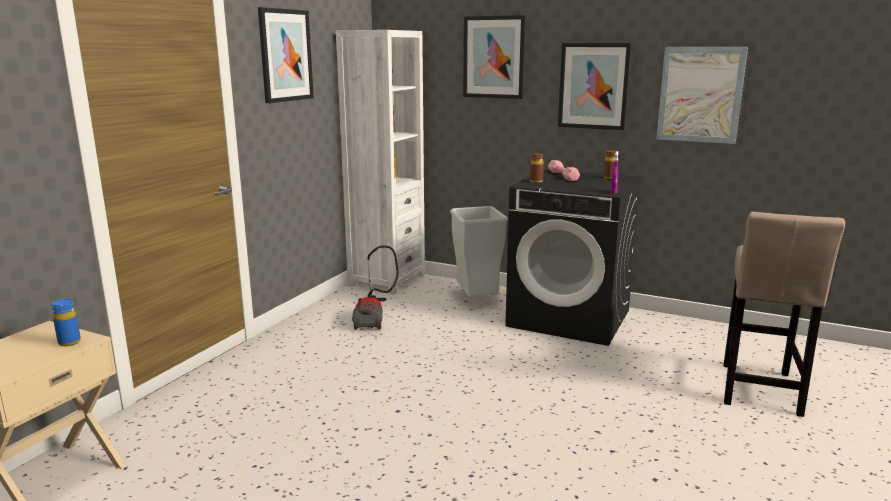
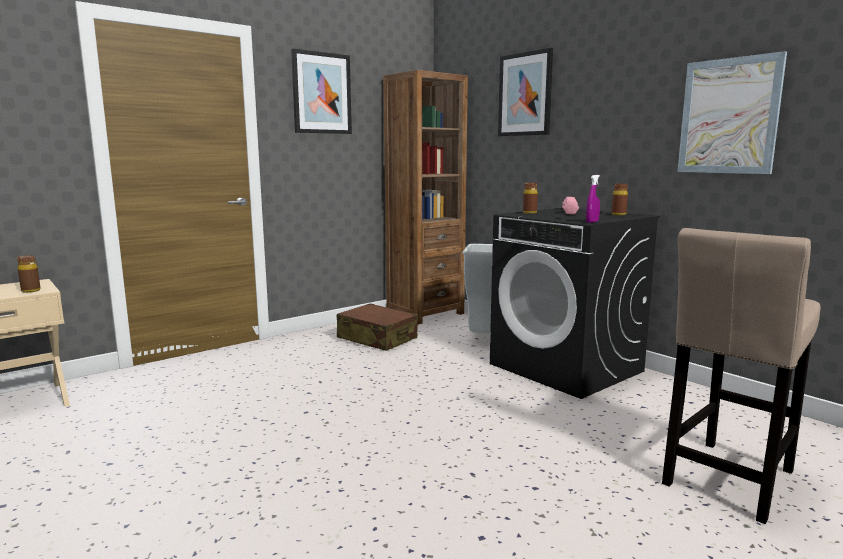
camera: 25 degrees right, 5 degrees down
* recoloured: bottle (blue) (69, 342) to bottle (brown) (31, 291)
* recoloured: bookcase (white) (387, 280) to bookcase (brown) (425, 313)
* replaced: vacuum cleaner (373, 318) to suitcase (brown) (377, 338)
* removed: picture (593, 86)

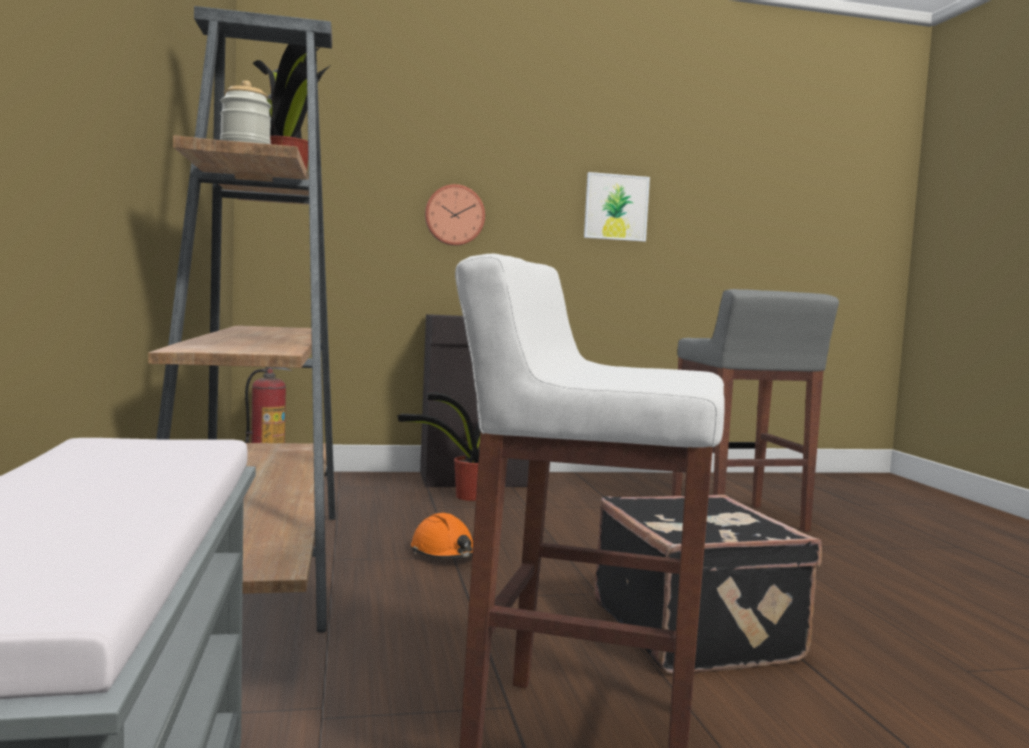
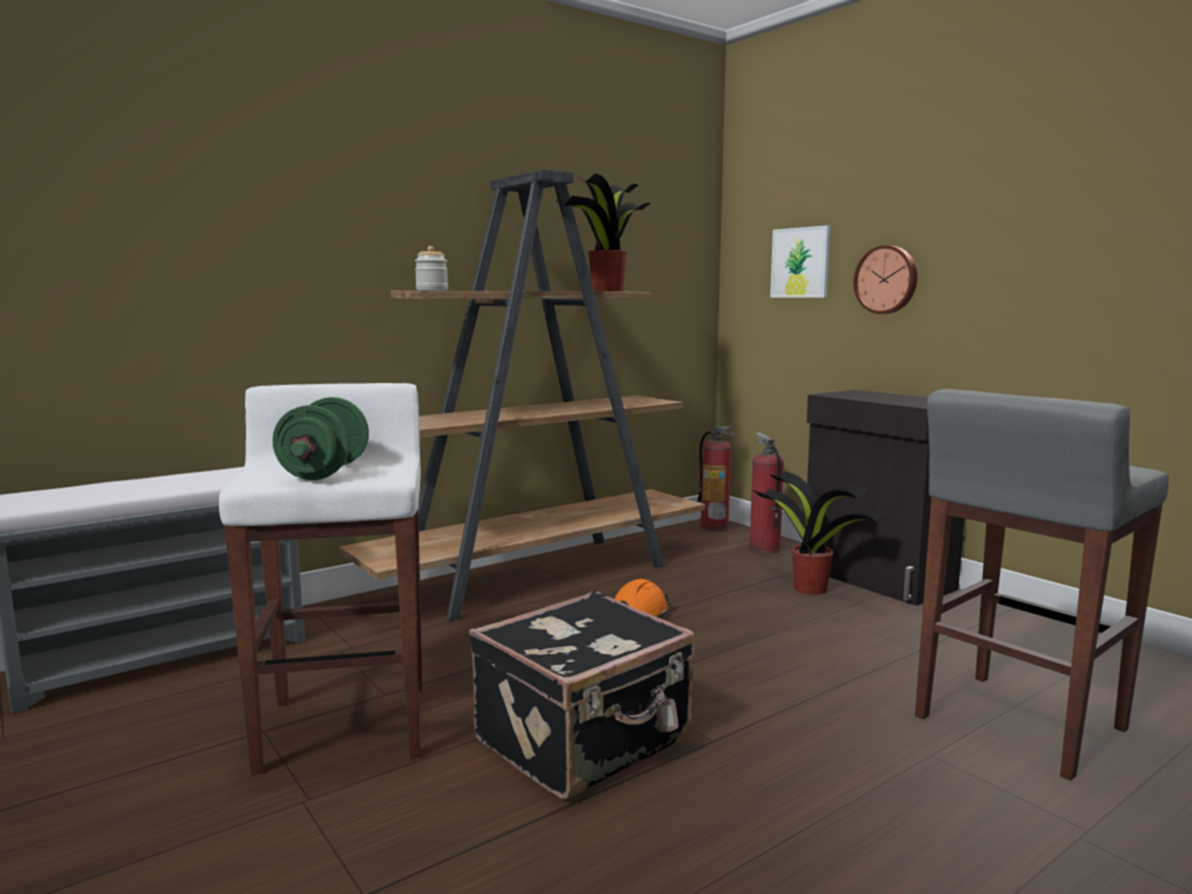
camera: 65 degrees right, 5 degrees up
* moved: picture (616, 207) to (800, 262)
* added: dumbbell (green) (324, 472)
* added: fire extinguisher (764, 548)

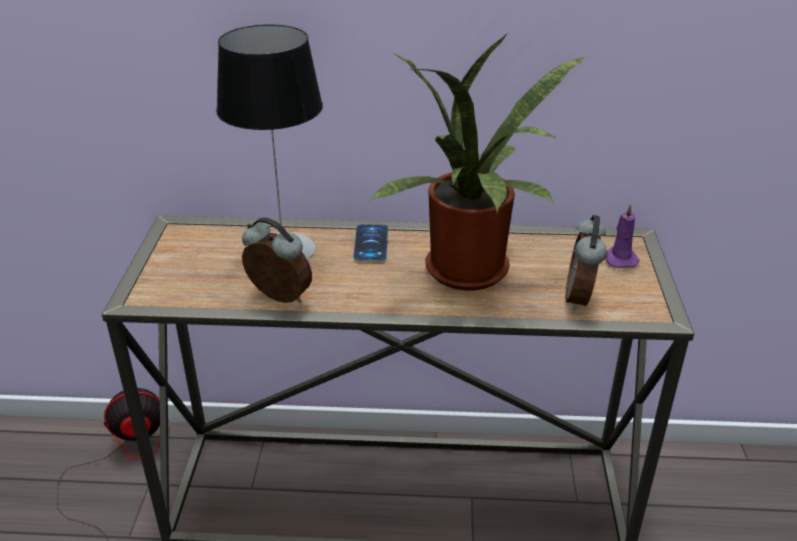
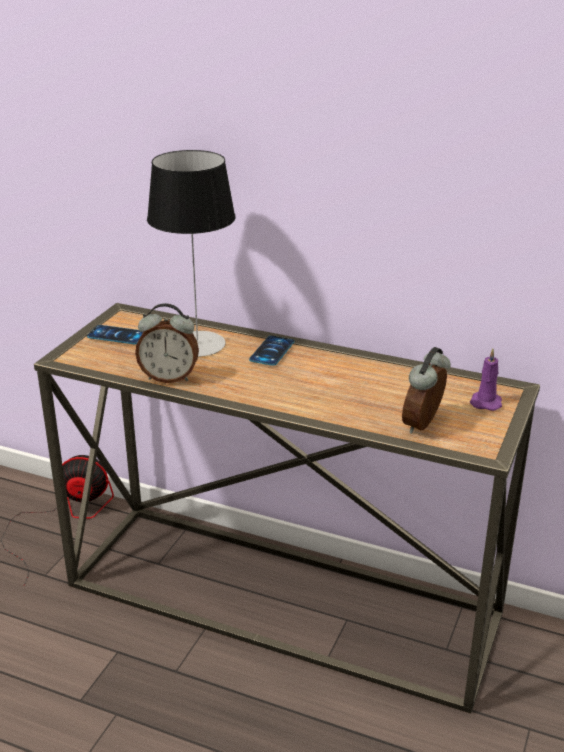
camera: 20 degrees right, 5 degrees down
* turned: alarm clock (278, 299) = (169, 377) 135 degrees clockwise
* removed: potted plant (471, 275)
* added: phone (117, 335)

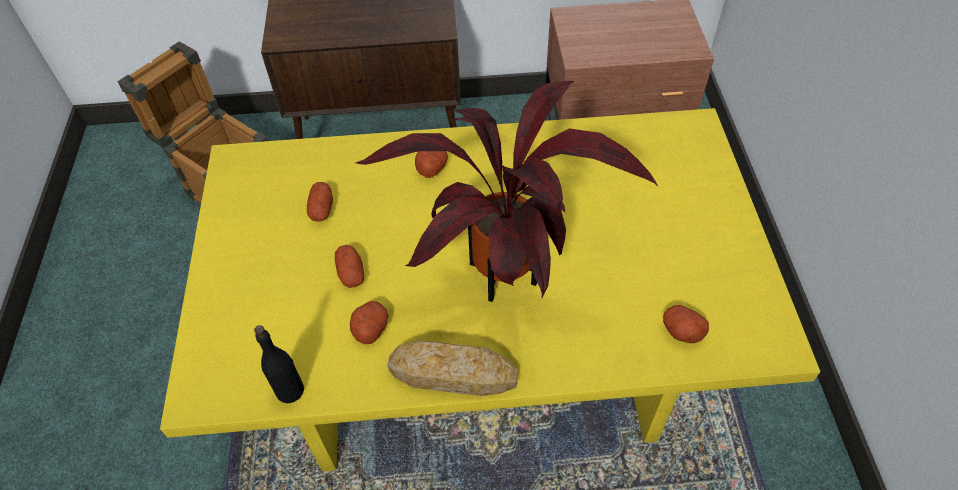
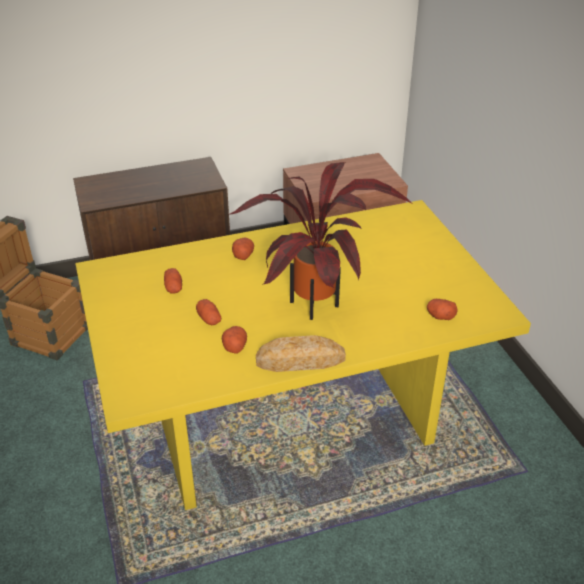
camera: 15 degrees left, 15 degrees down
* removed: bottle (black) (290, 390)

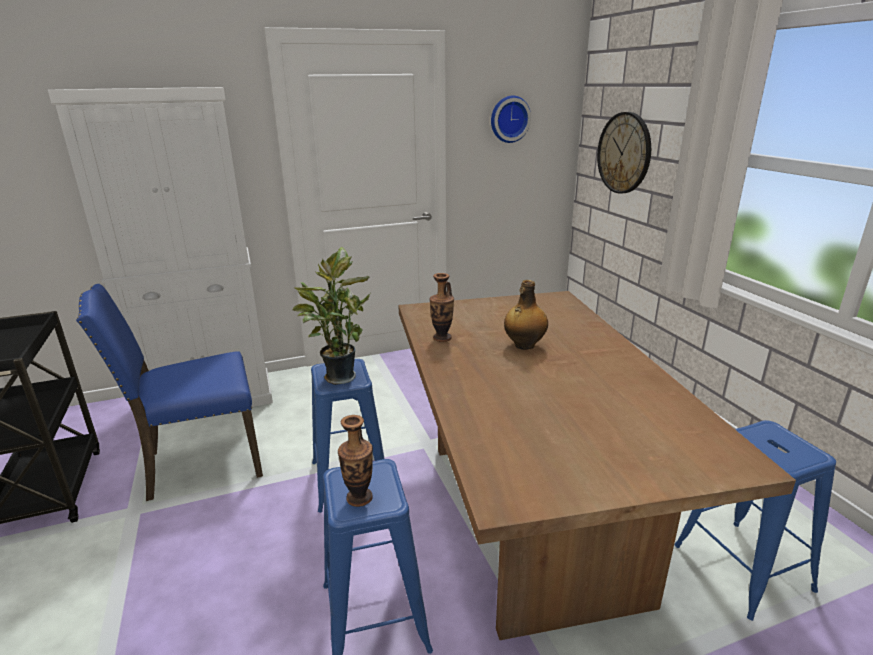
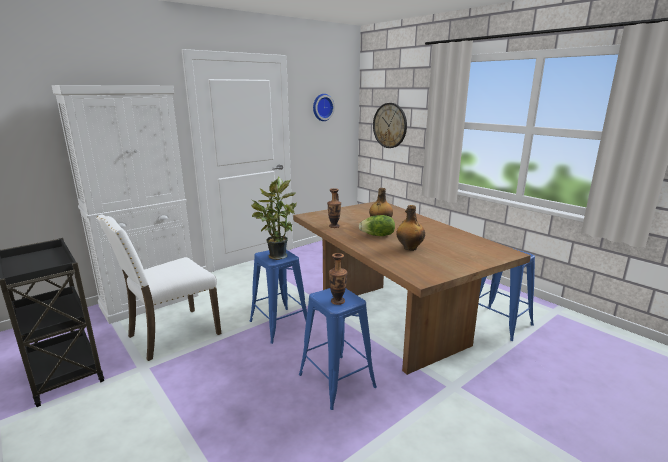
camera: 20 degrees left, 5 degrees down
* recoloured: chair (blue) (201, 462) to chair (white) (171, 334)
* added: lettuce (378, 235)
* added: bottle (409, 248)

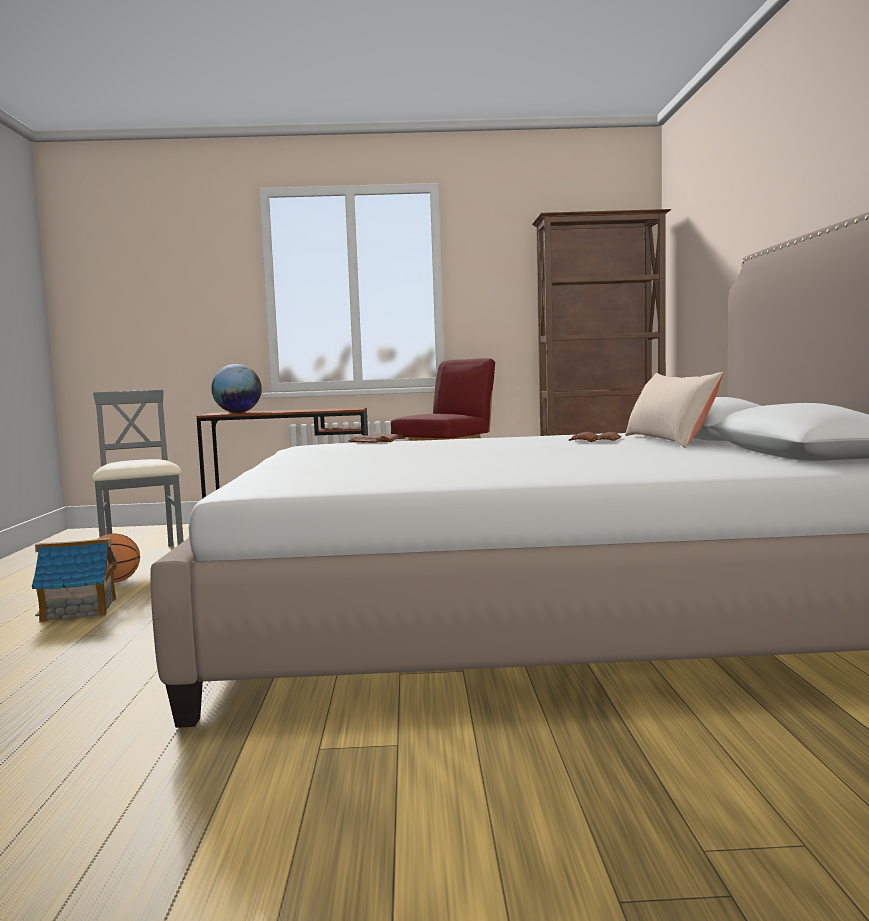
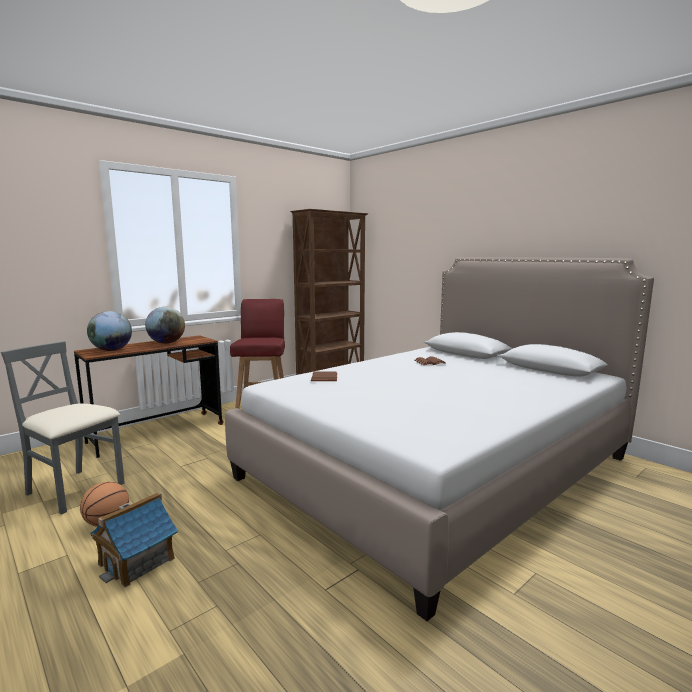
camera: 40 degrees left, 5 degrees up
* removed: pillow (beige) (669, 440)
* added: globe (166, 343)

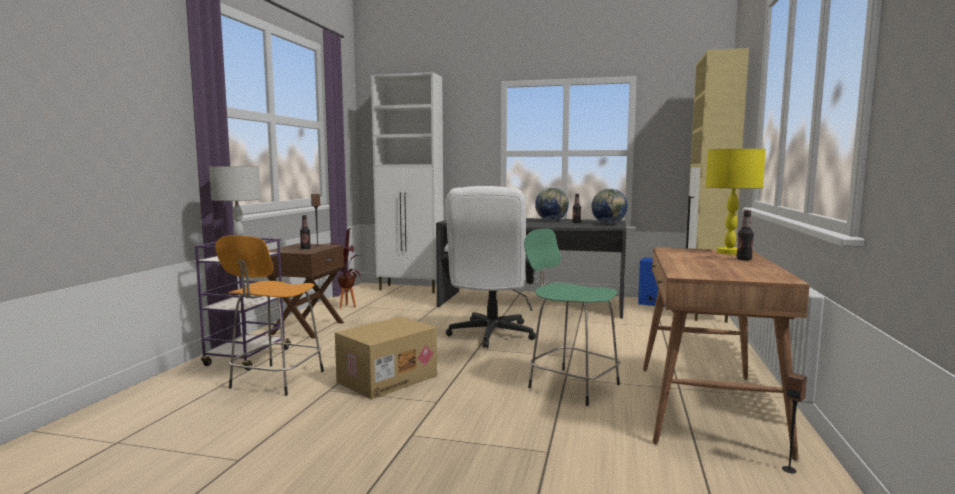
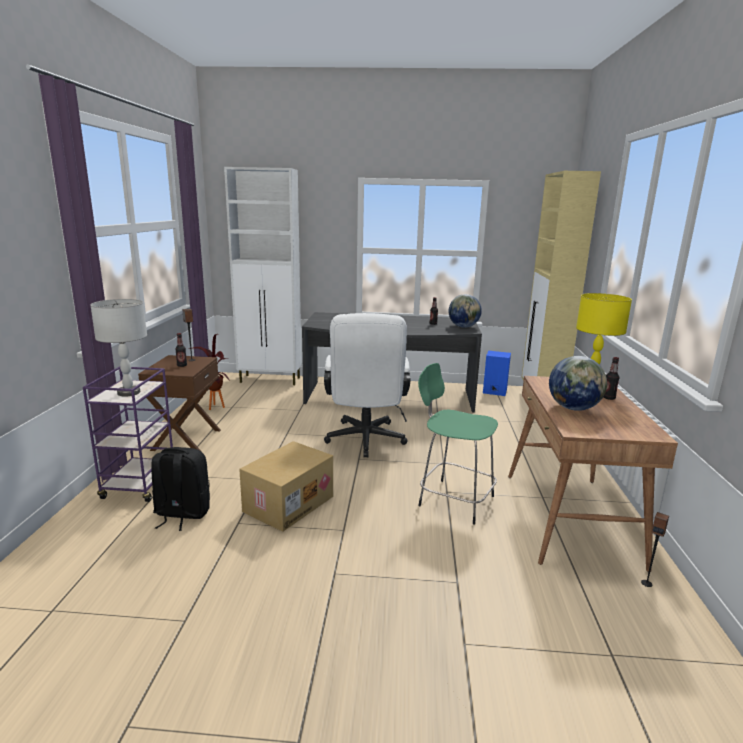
camera: 10 degrees left, 10 degrees up
* replaced: stool (orange) (275, 381) to backpack (black) (181, 514)
* moved: globe (551, 221) to (573, 408)

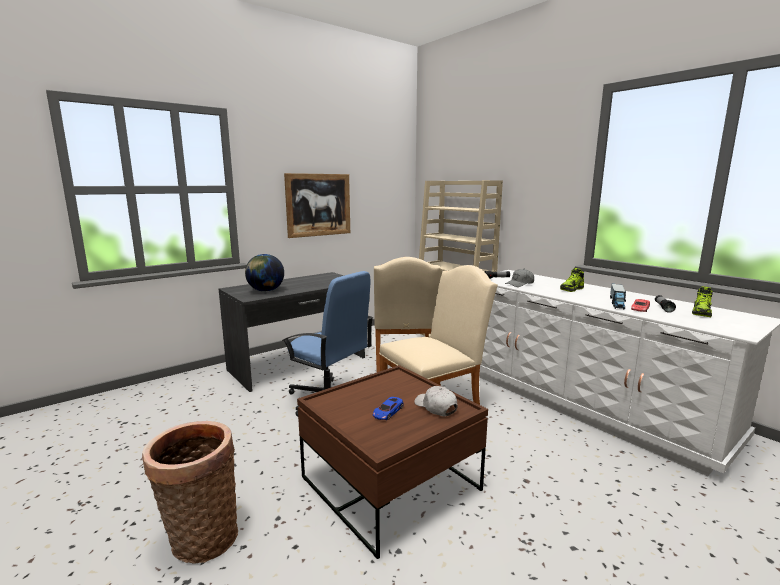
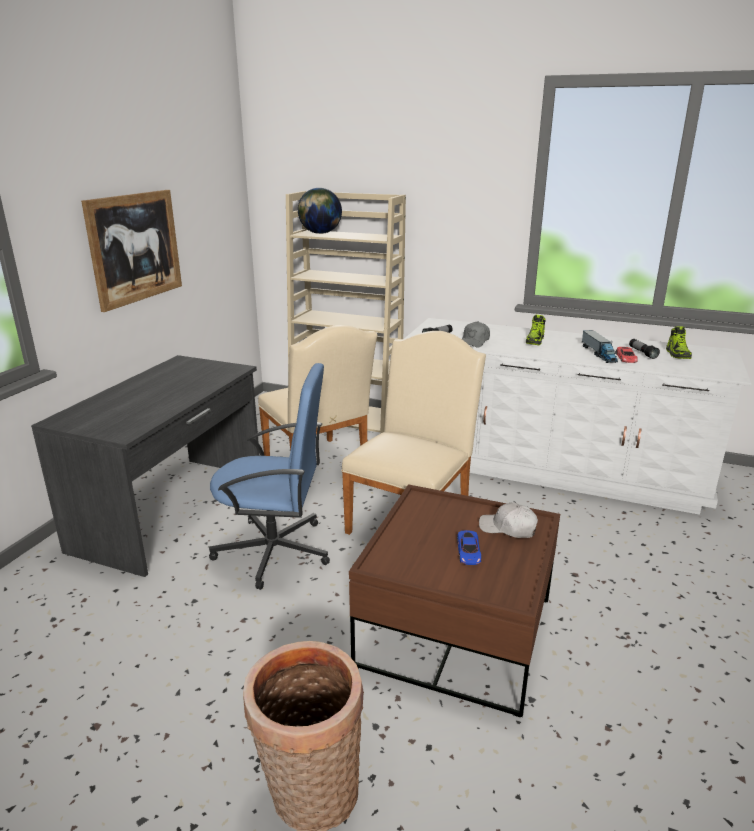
camera: 30 degrees left, 10 degrees up
* moved: globe (265, 291) to (320, 233)

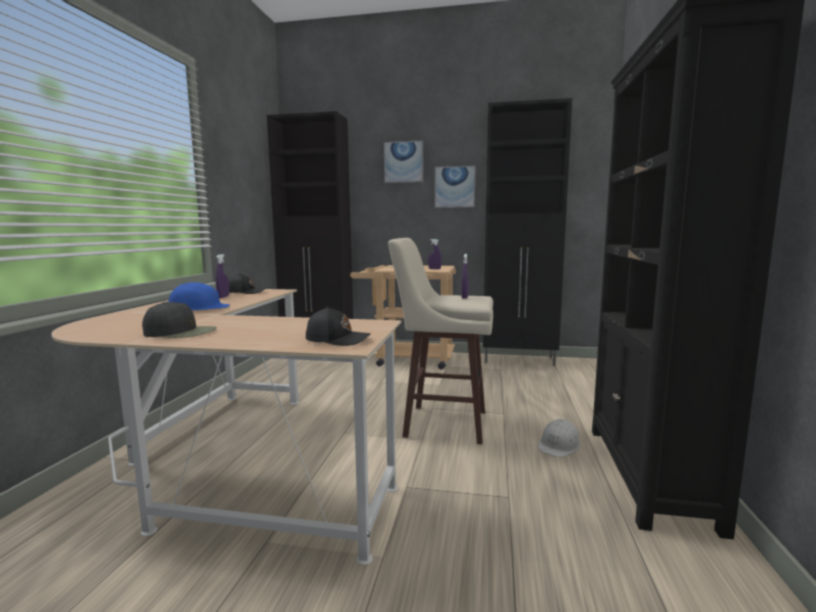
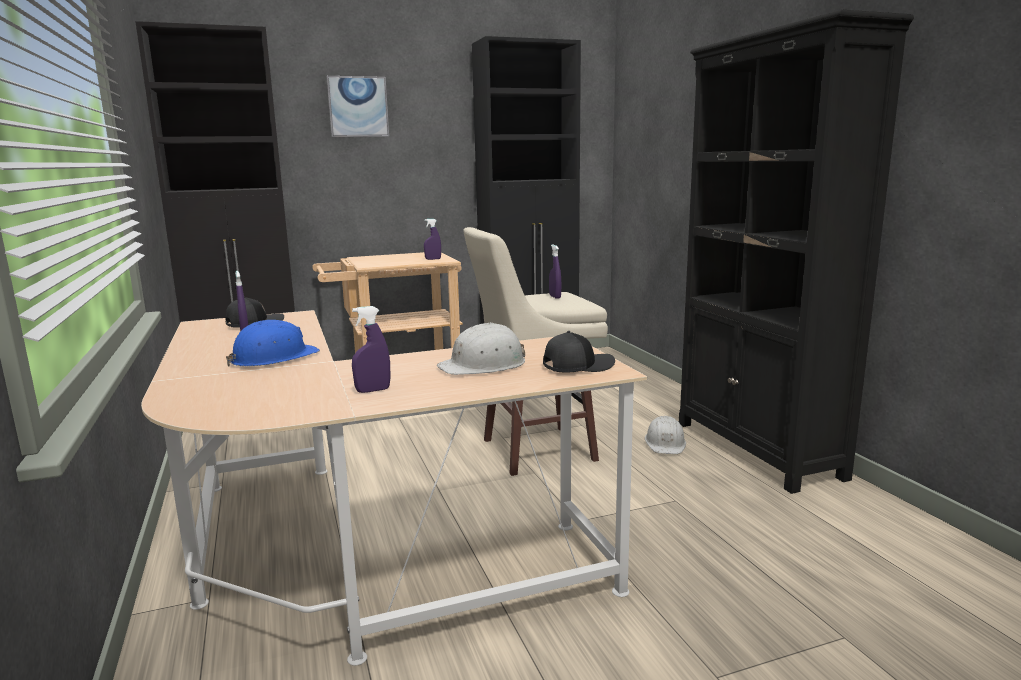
camera: 30 degrees left, 5 degrees up
* replaced: cap (black) (181, 332) to spray bottle (purple) (373, 390)
* removed: picture (454, 187)
* added: hard hat (white) (484, 365)

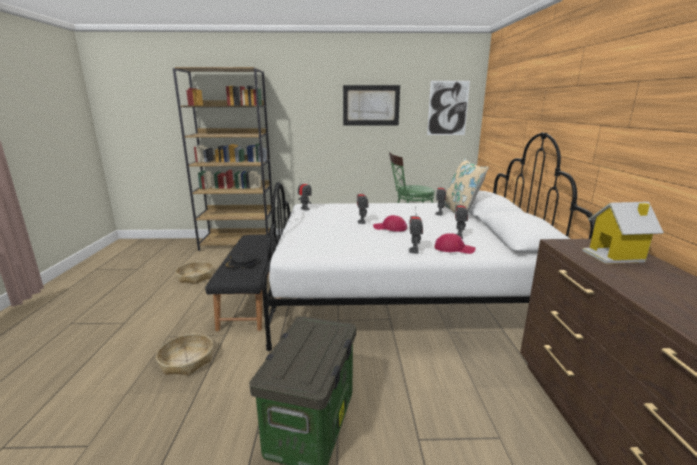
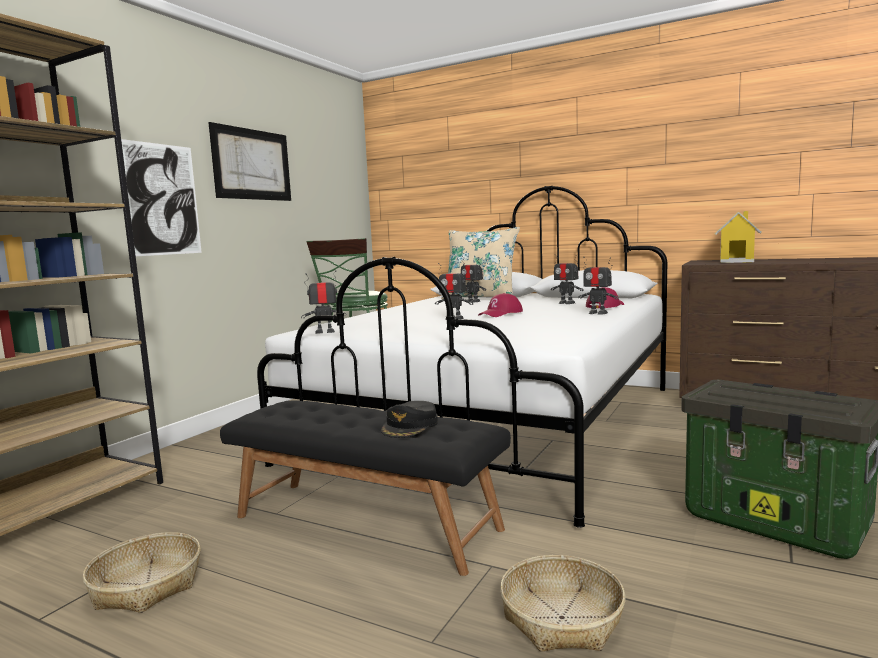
camera: 60 degrees left, 10 degrees down
* moved: picture (448, 108) to (162, 199)

